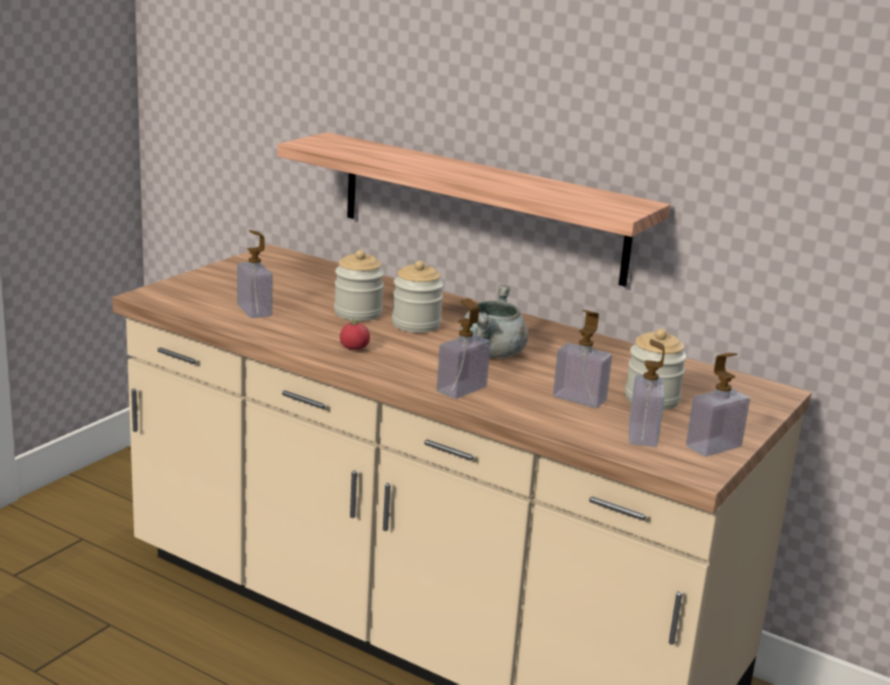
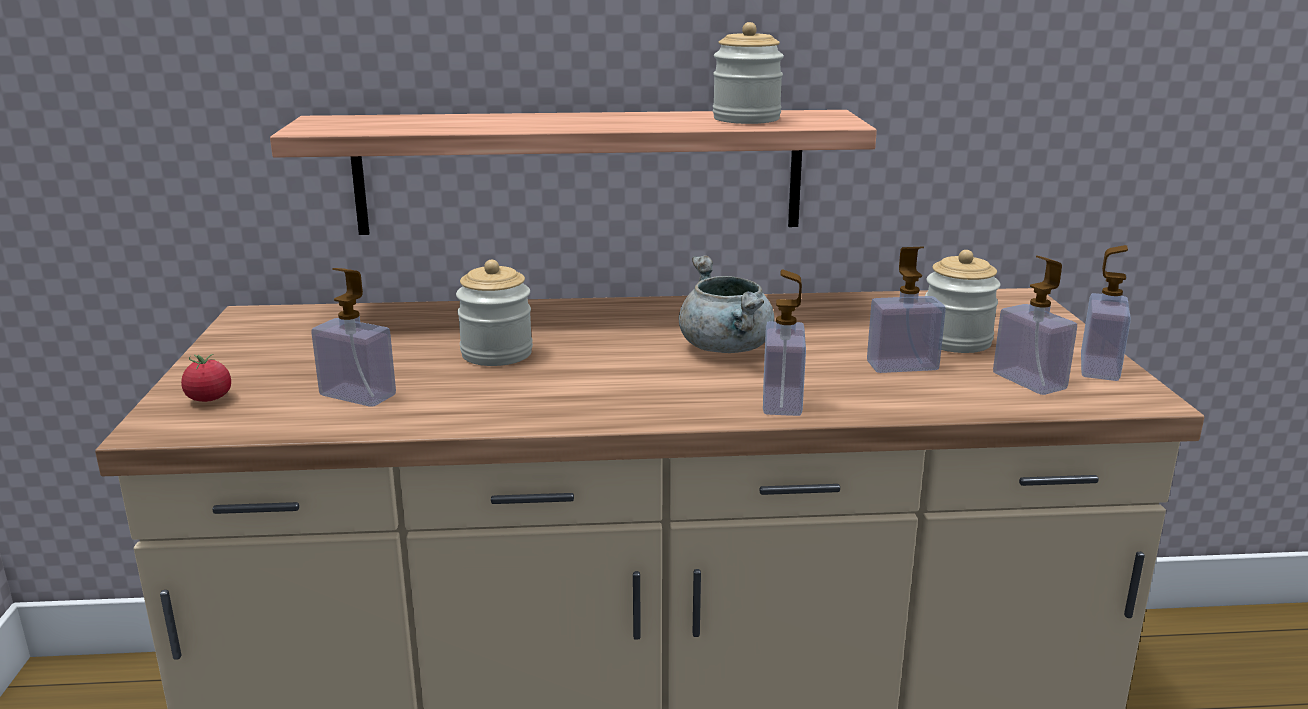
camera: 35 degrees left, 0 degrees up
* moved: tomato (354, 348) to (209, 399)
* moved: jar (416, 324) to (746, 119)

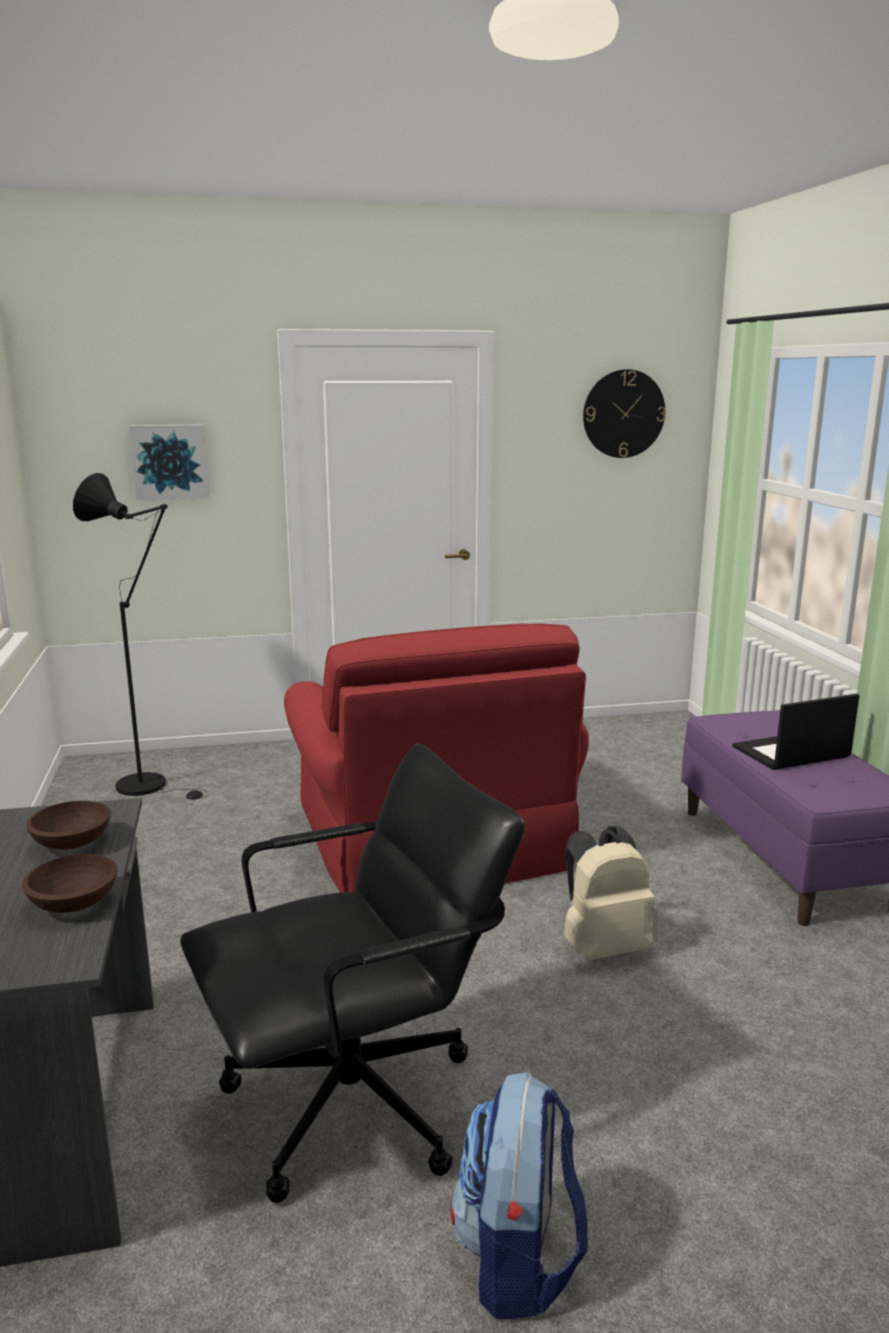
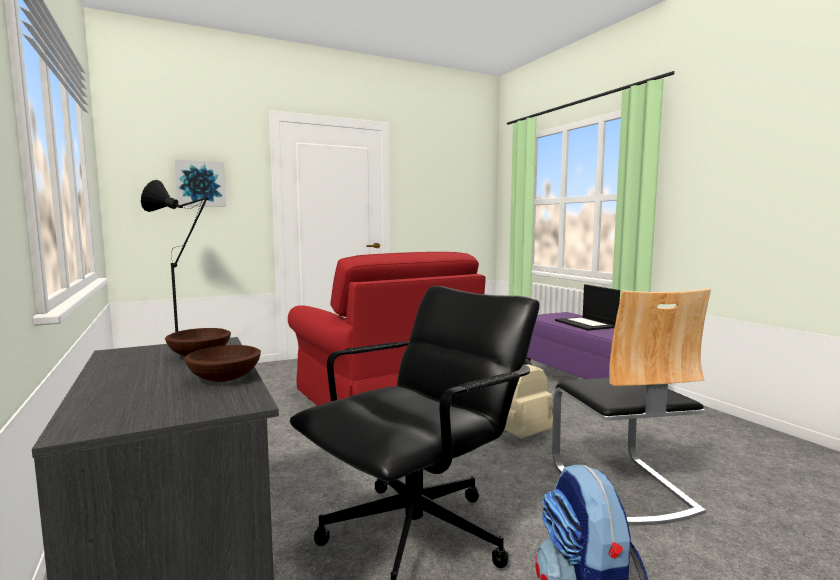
camera: 15 degrees left, 10 degrees down
* removed: wall clock (623, 414)
* turned: laptop (790, 753) = (586, 324) 75 degrees counterclockwise
* added: chair (621, 487)

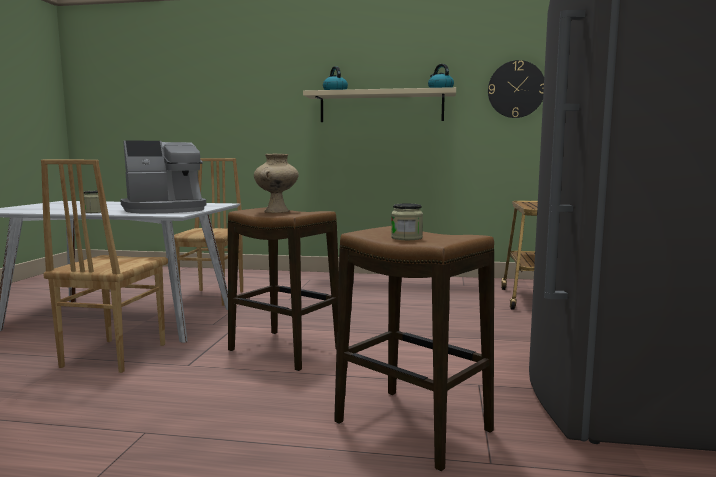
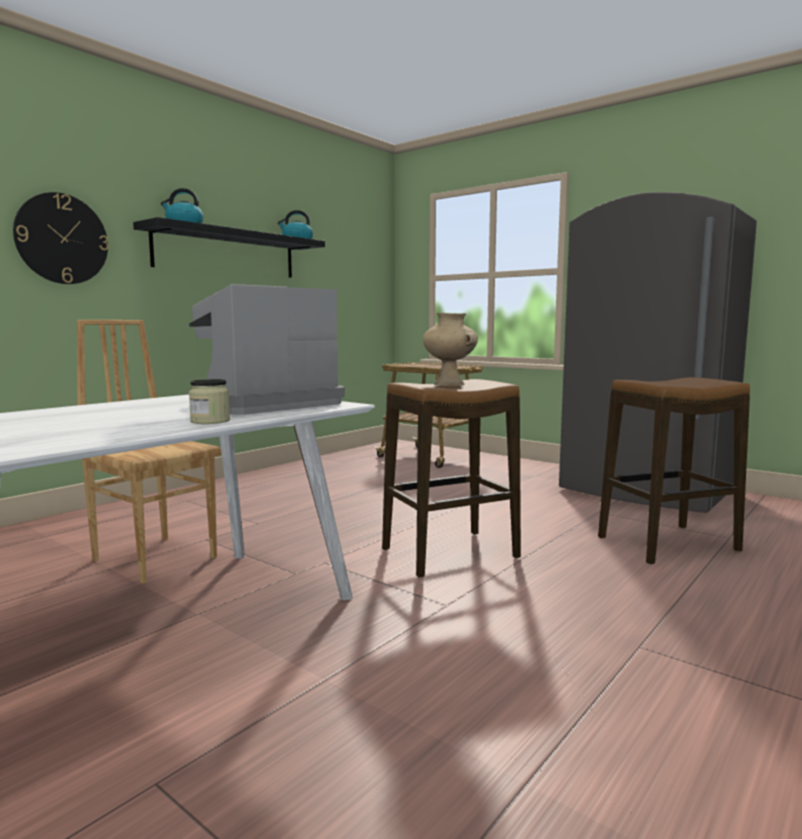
camera: 60 degrees left, 0 degrees up
* removed: chair (brown) (112, 355)
* turned: coffee machine (166, 210) = (263, 404) 135 degrees counterclockwise
* recoloured: shelf (beige) (381, 107) to shelf (black) (227, 253)
* removed: jar (406, 238)
* moved: wall clock (516, 89) to (62, 239)

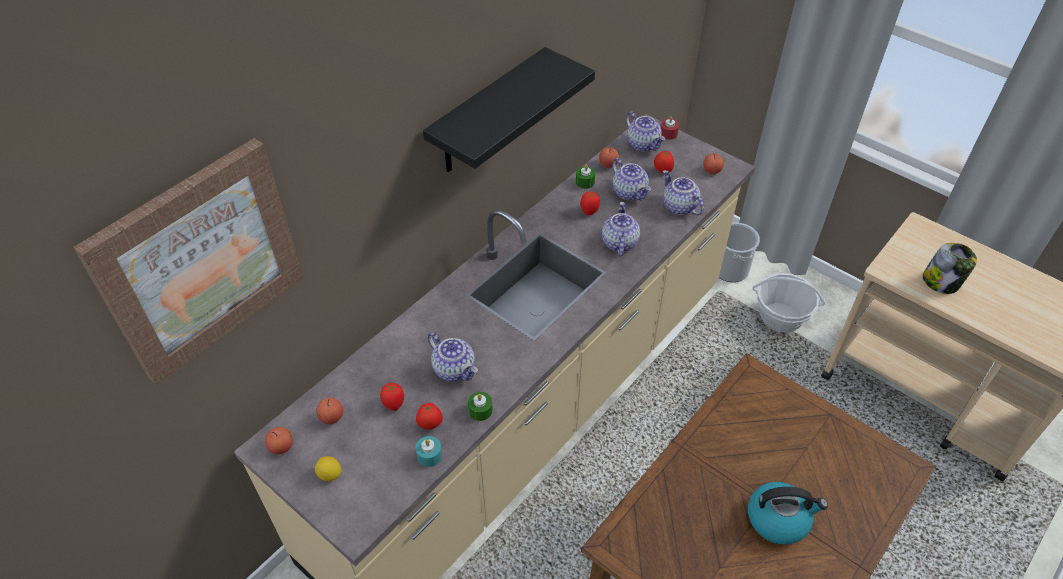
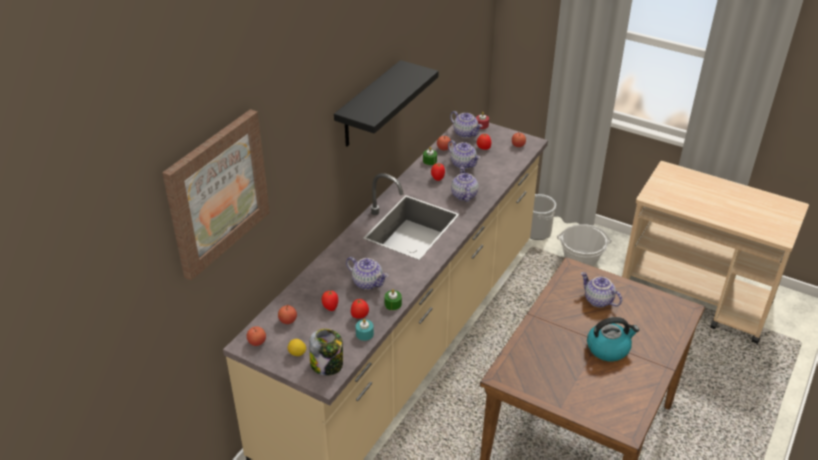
camera: 10 degrees left, 10 degrees down
* moved: teapot (678, 206) to (597, 300)
* moved: jar (941, 282) to (327, 365)

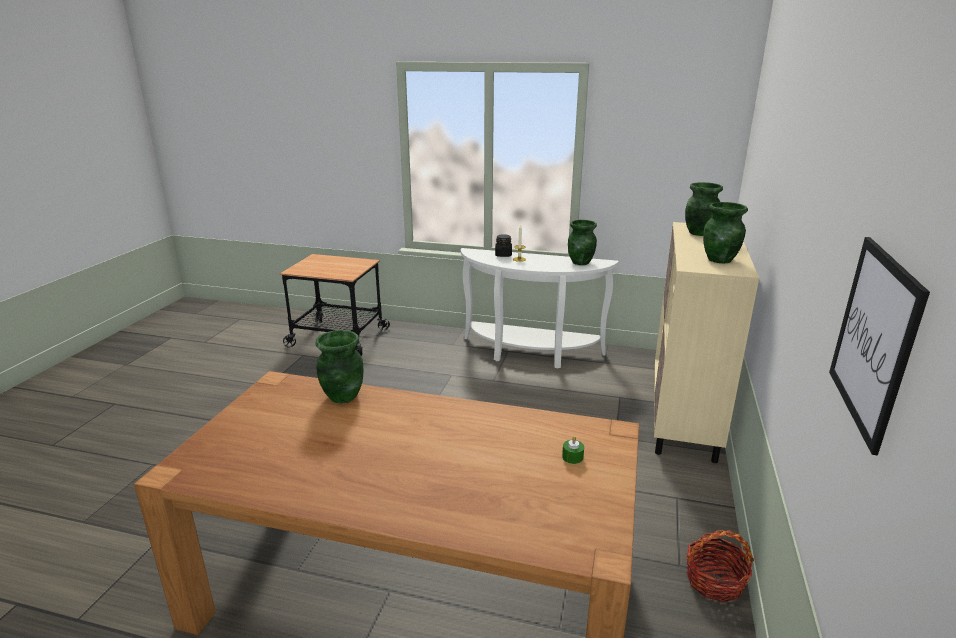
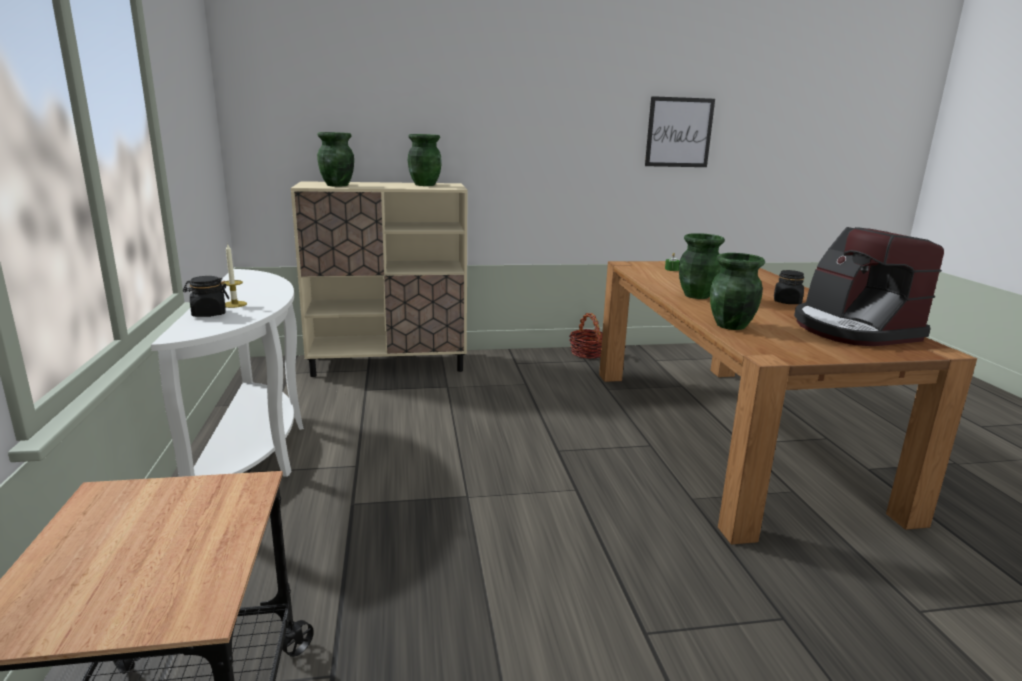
camera: 115 degrees left, 5 degrees down
* moved: vase (green) (581, 262) to (696, 295)
* added: jar (black) (787, 302)
* added: coffee machine (852, 329)

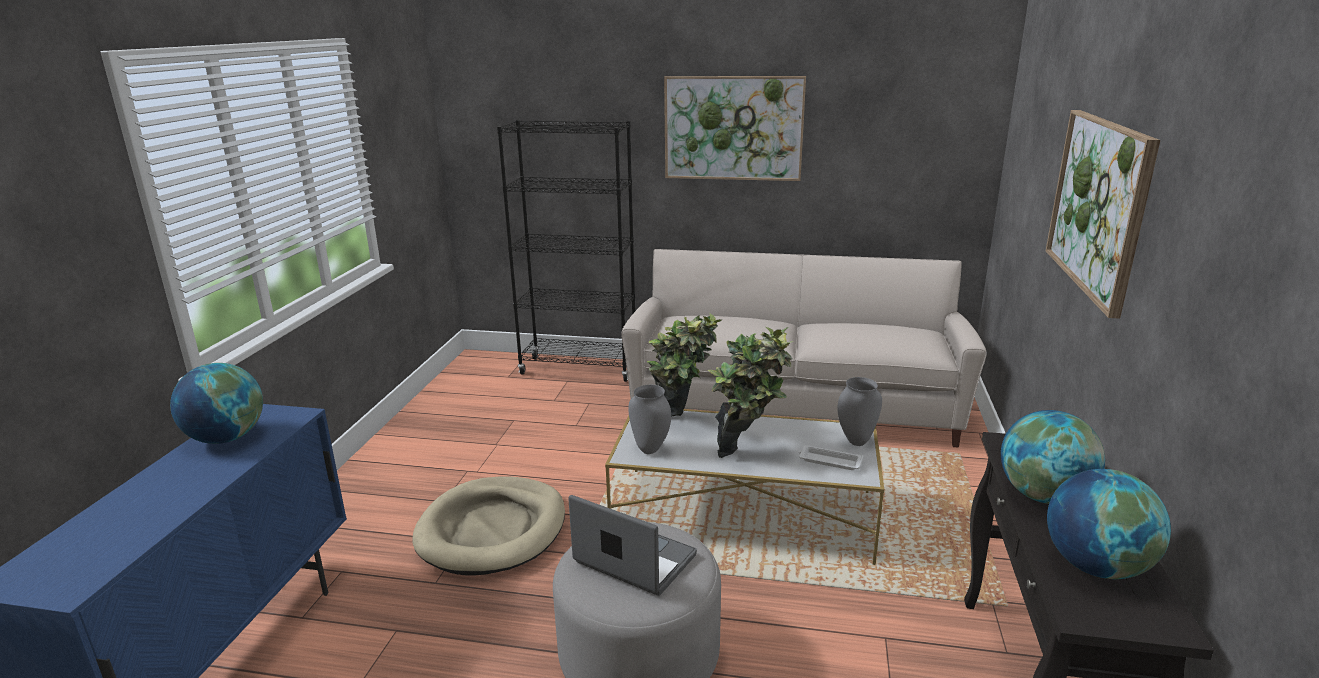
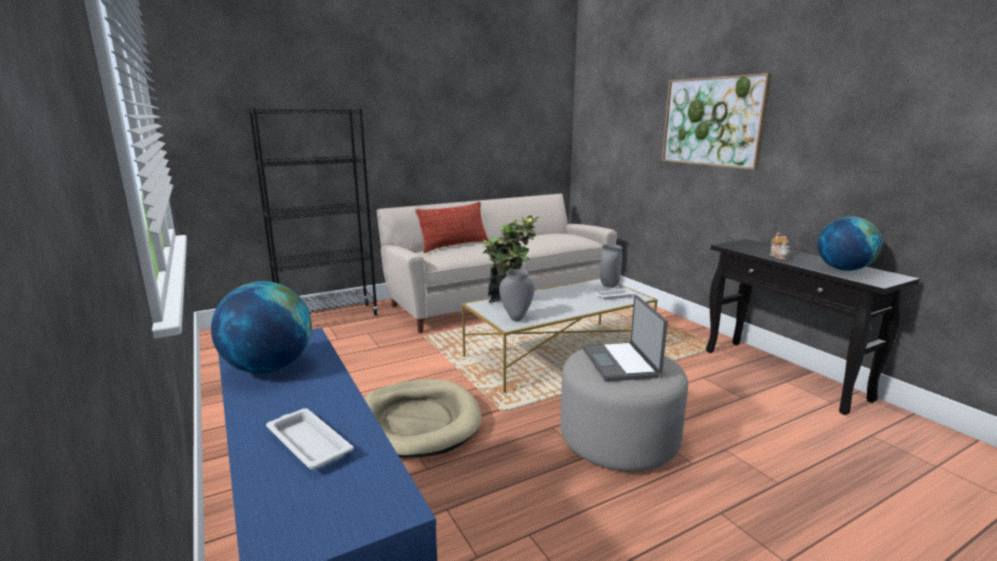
camera: 40 degrees left, 5 degrees down
* turned: laptop (633, 560) = (621, 362) 90 degrees counterclockwise
* removed: picture (733, 128)
* removed: potted plant (748, 452)
* replaced: globe (1043, 496) to teapot (779, 256)
* added: tray (white) (308, 443)
* added: pillow (454, 246)

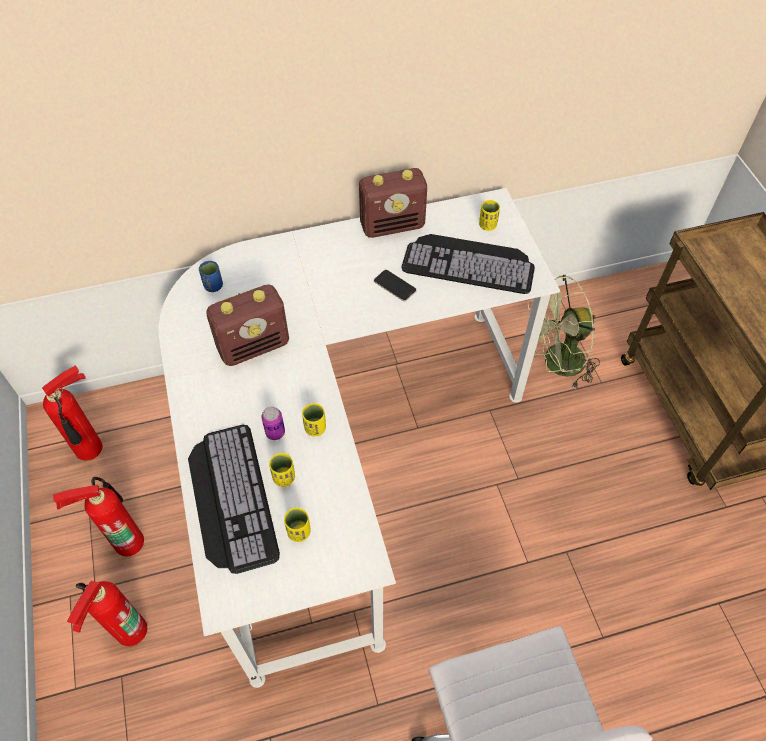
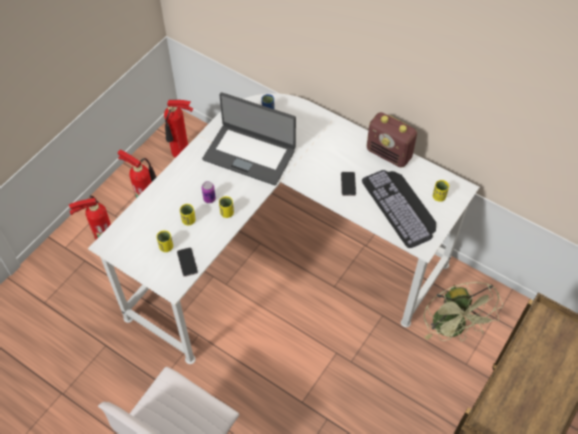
camera: 50 degrees right, 0 degrees up
* removed: keyboard (229, 497)
* replaced: radio (254, 346) to laptop (249, 154)
* turned: fan (green) (556, 364) = (453, 329) 135 degrees counterclockwise
* added: phone (187, 262)

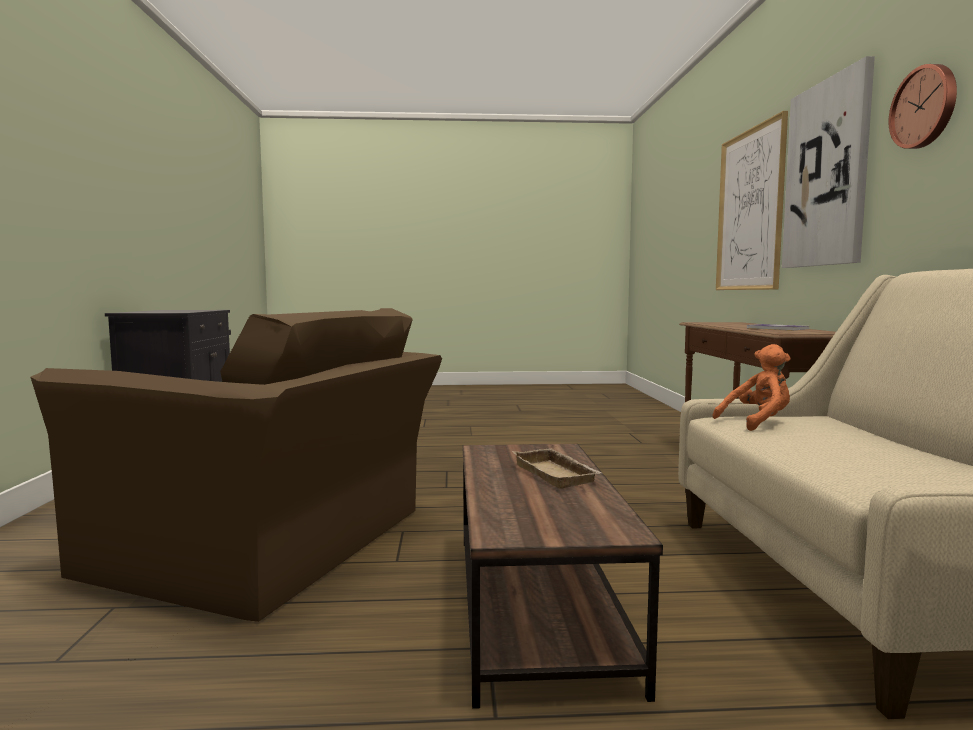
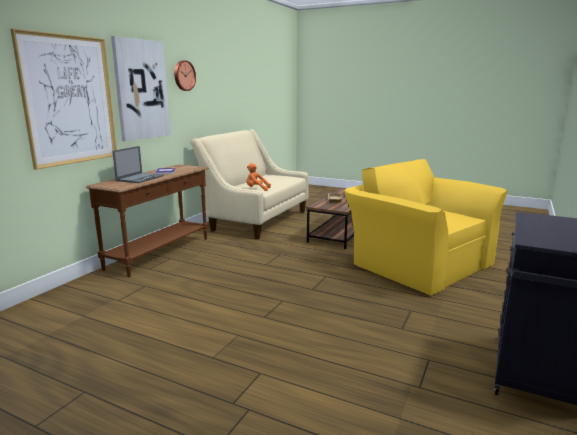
camera: 150 degrees left, 10 degrees up
* recoloured: armchair (brown) (276, 544) to armchair (yellow) (417, 262)
* added: laptop (140, 178)

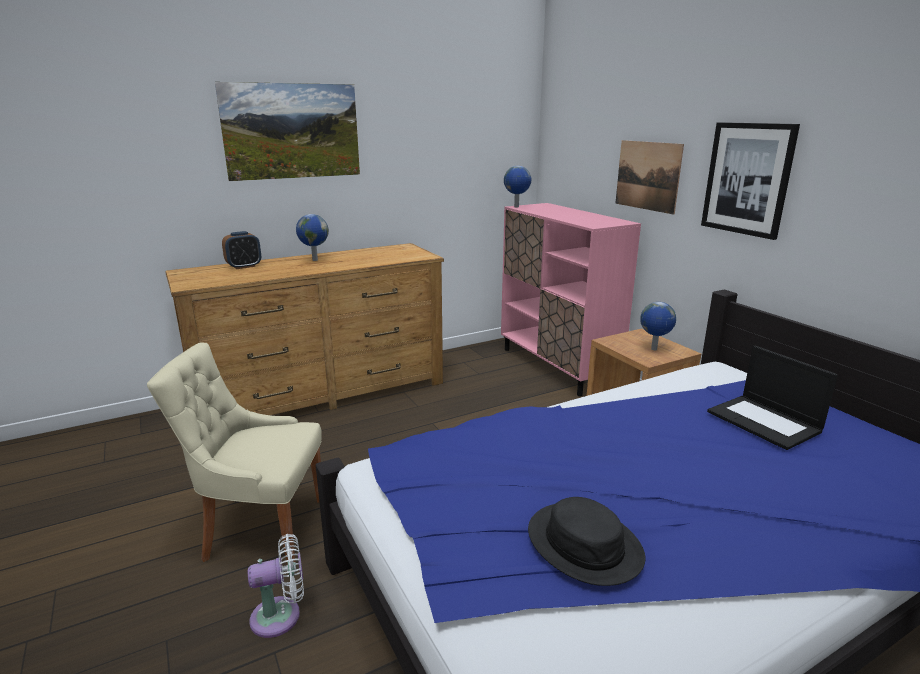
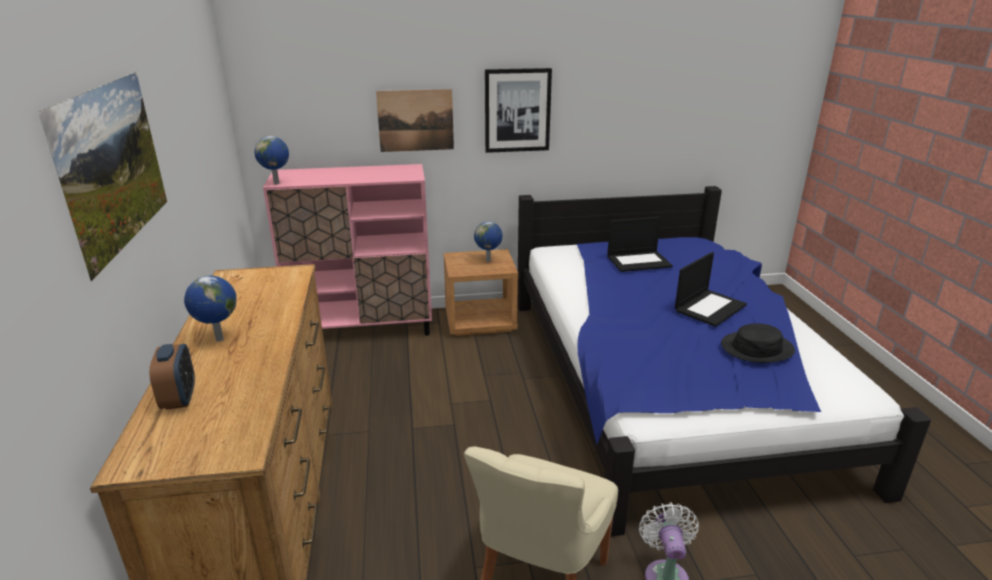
camera: 70 degrees left, 5 degrees up
* added: laptop (710, 307)

